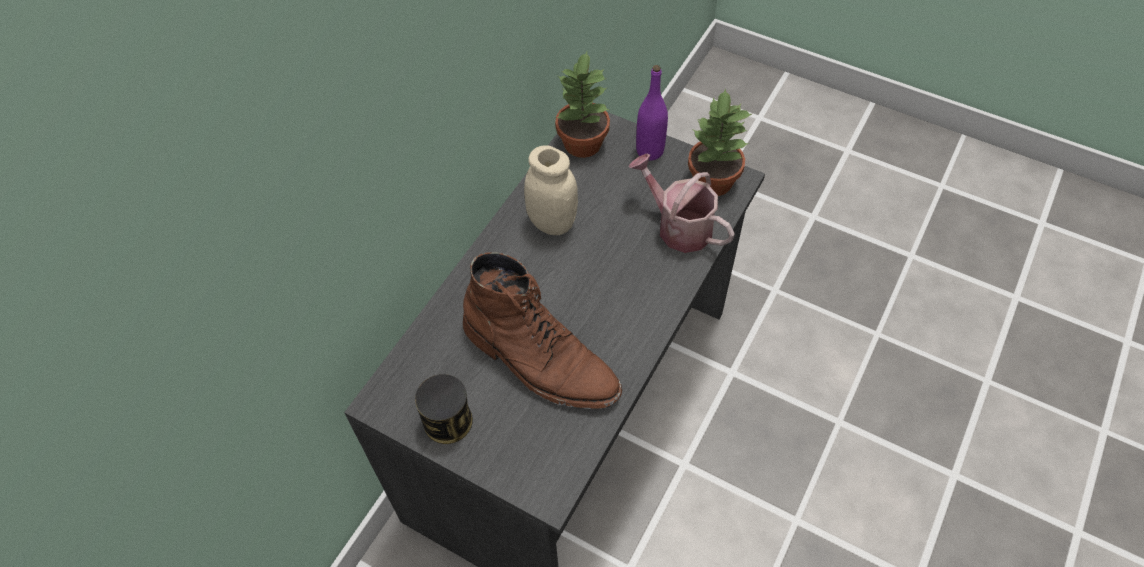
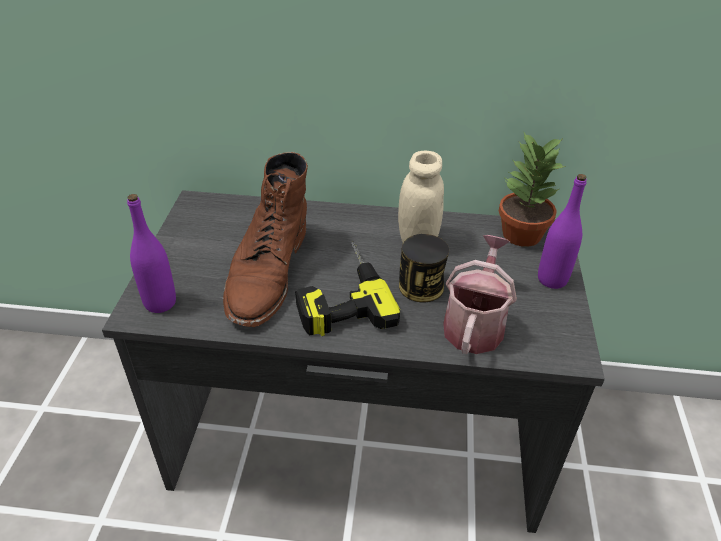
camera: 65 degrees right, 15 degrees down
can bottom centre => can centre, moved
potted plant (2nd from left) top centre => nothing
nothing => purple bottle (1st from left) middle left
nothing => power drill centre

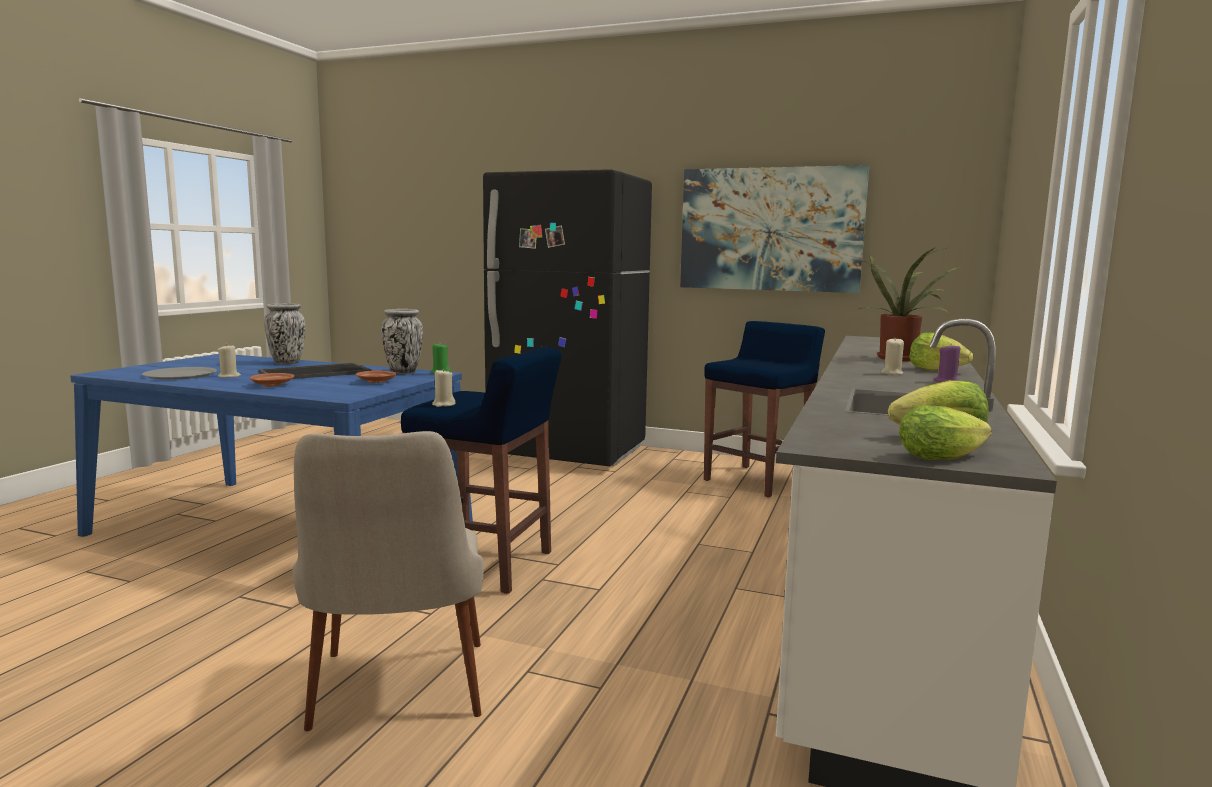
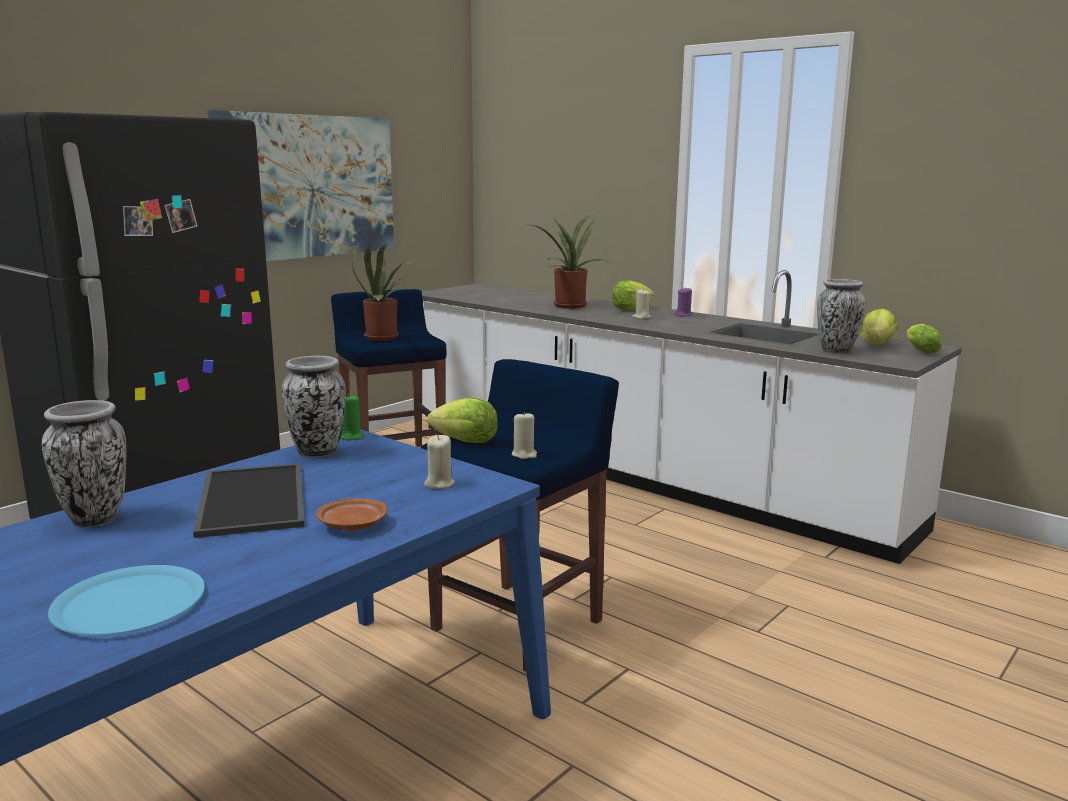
camera: 70 degrees left, 5 degrees up
grey plate middle left => blue plate bottom left
beige candle (1st from left) middle left => beige candle (1st from left) centre, moved
beige chair bottom left => nothing
brown plate (2nd from left) middle left => nothing
nothing => potted plant (1st from left) centre
nothing => lettuce (1st from left) centre
nothing => vase (3rd from left) middle right

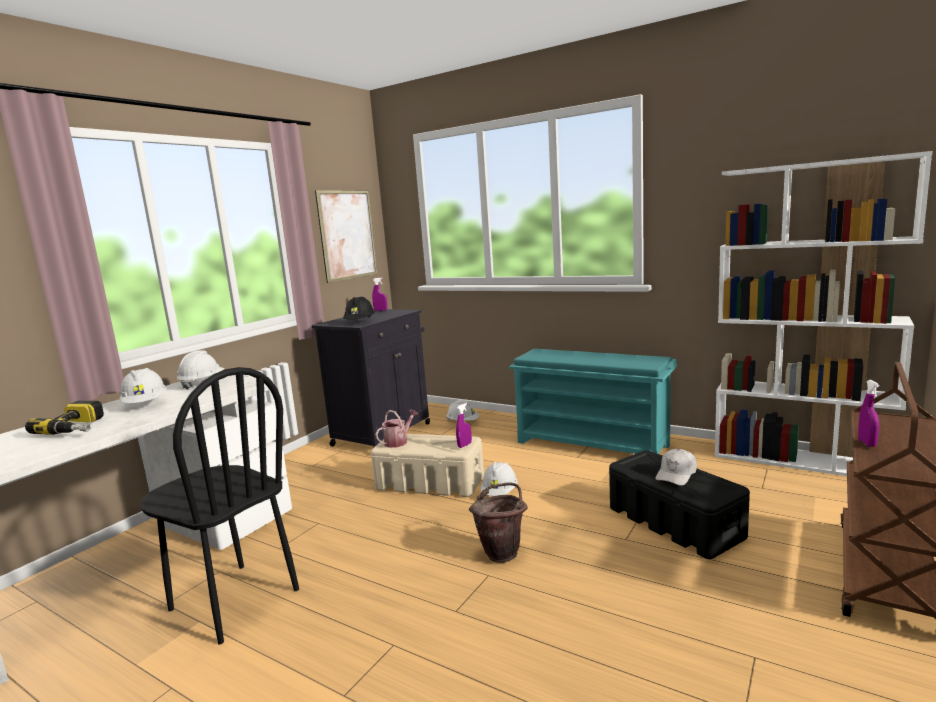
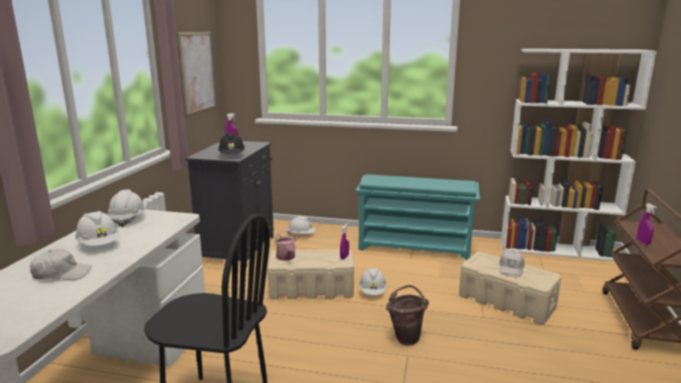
camera: 20 degrees left, 5 degrees up
power drill middle left => white cap (1st from left) bottom left
watering can centre, 135 degrees clockwise
black storage box bottom right => beige storage box (2nd from left) bottom right

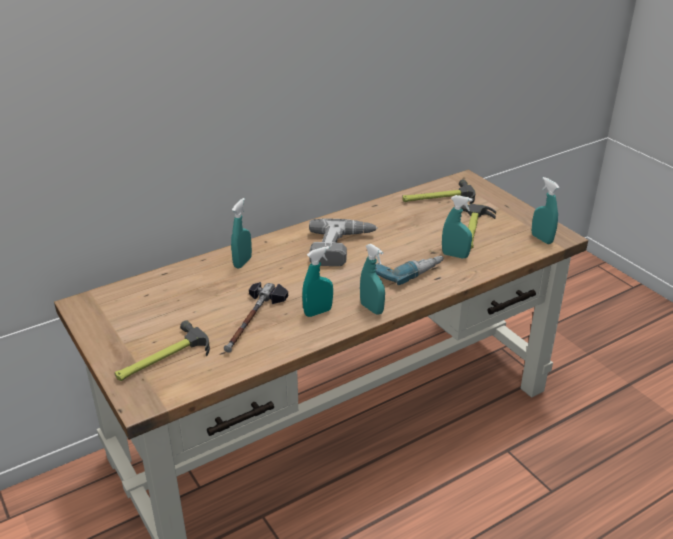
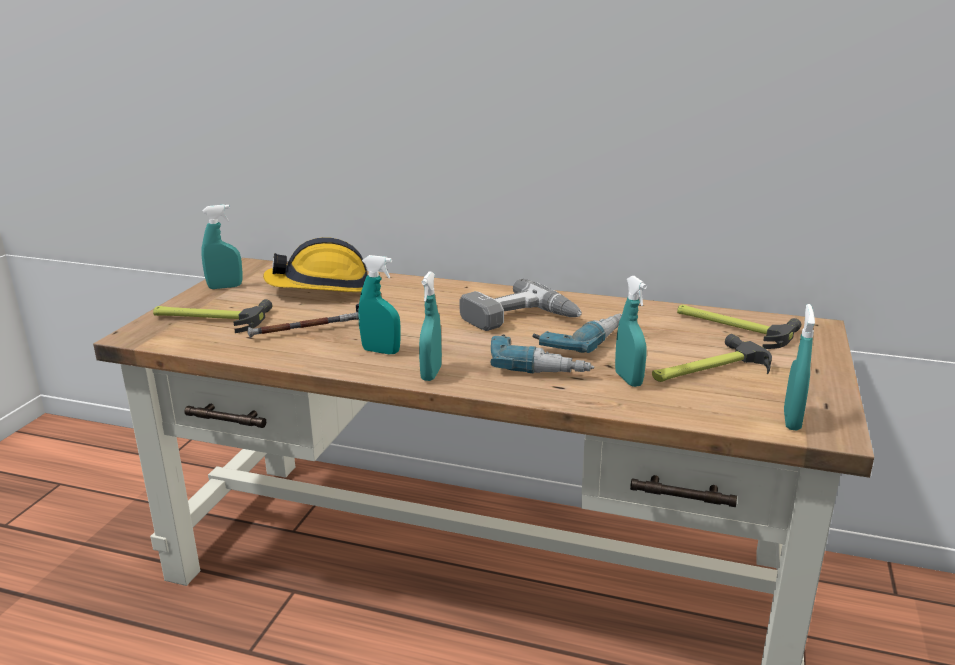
camera: 50 degrees right, 10 degrees down
turquoise spray bottle (1st from left) centre => turquoise spray bottle (1st from left) middle left, moved
nothing => hard hat middle left
nothing => power drill (3rd from left) centre

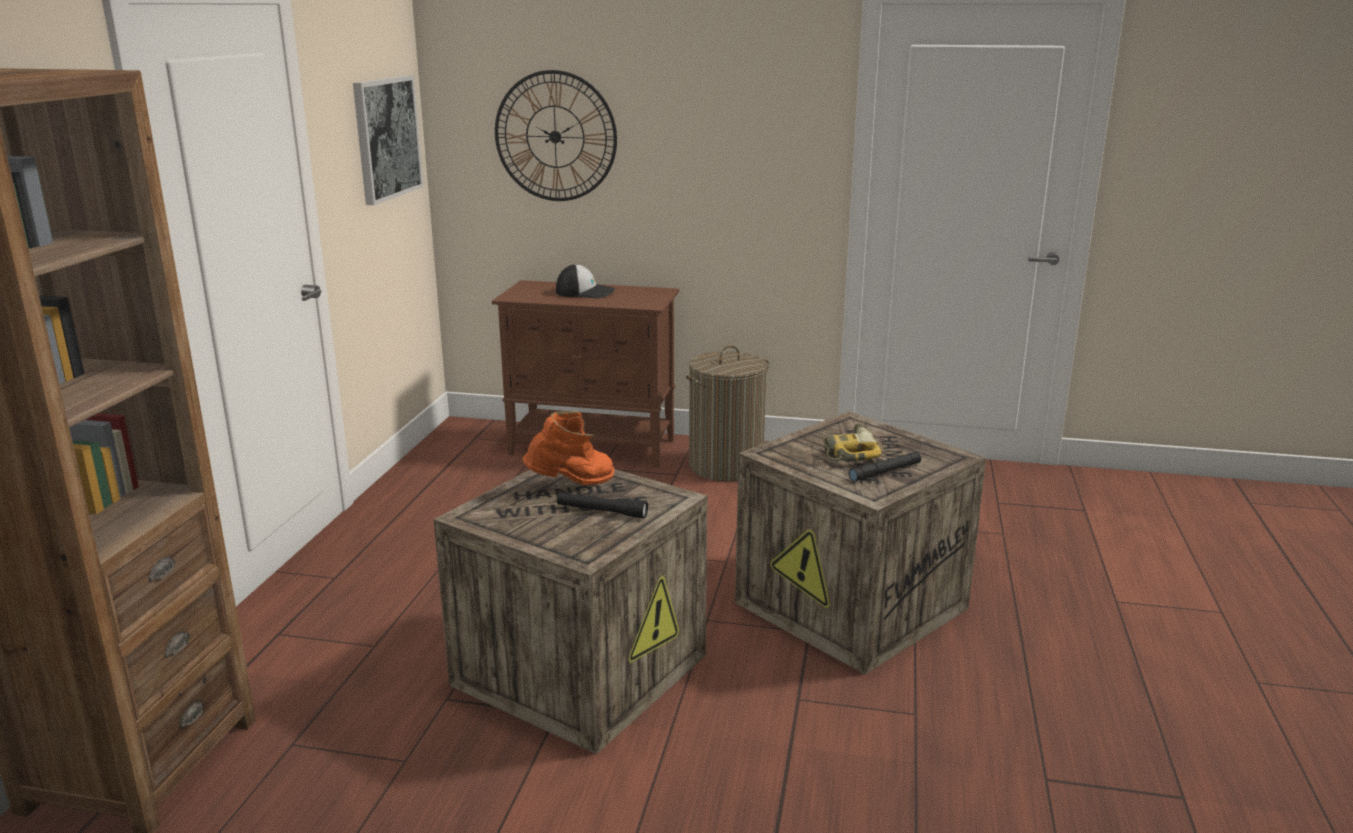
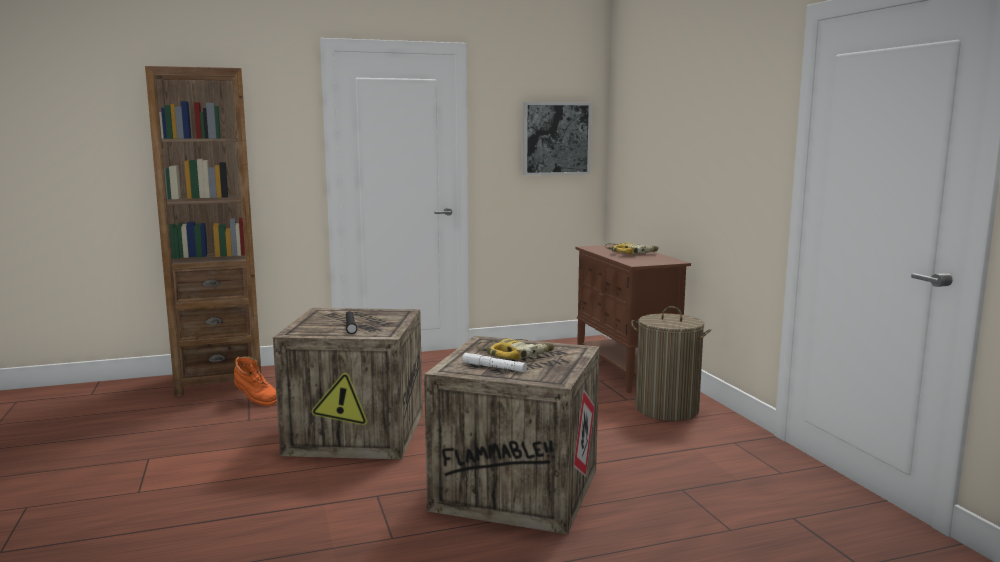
camera: 60 degrees right, 10 degrees down
wall clock top centre => nothing
orange boot centre => orange boot bottom left, moved
cap centre => power drill (2nd from left) centre
black flashlight (2nd from left) centre => white flashlight centre

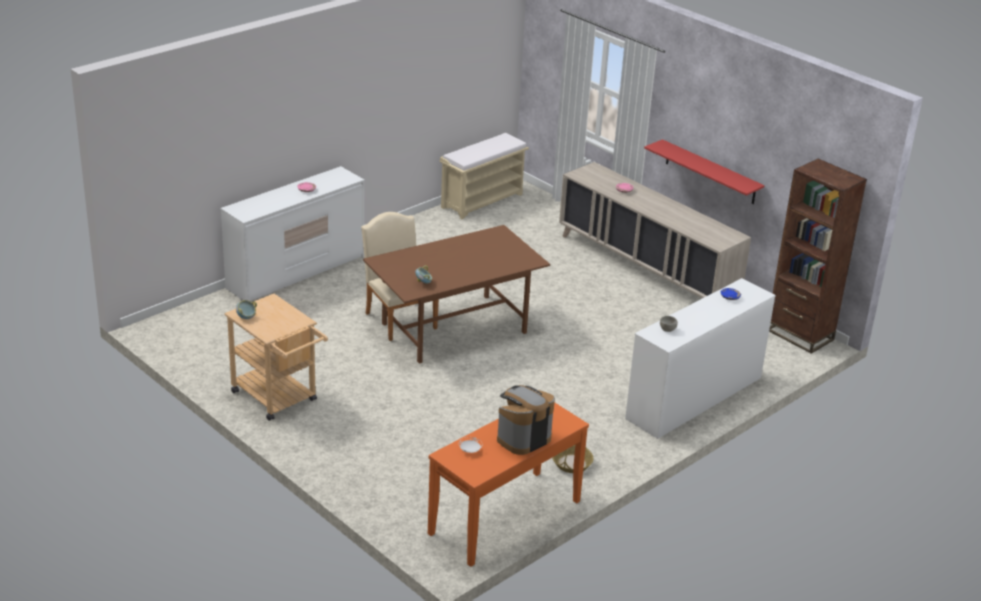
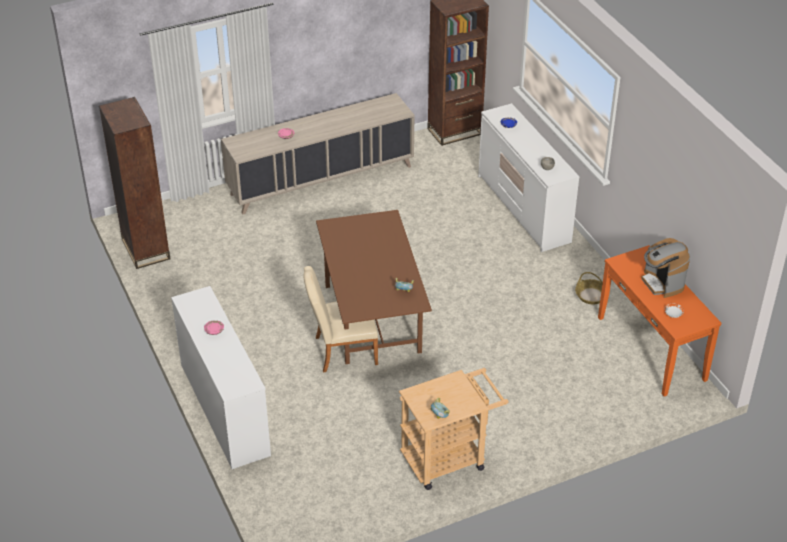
camera: 70 degrees left, 10 degrees up
beige bench top centre => brown bookcase (1st from left) middle left
red shelf top right => nothing

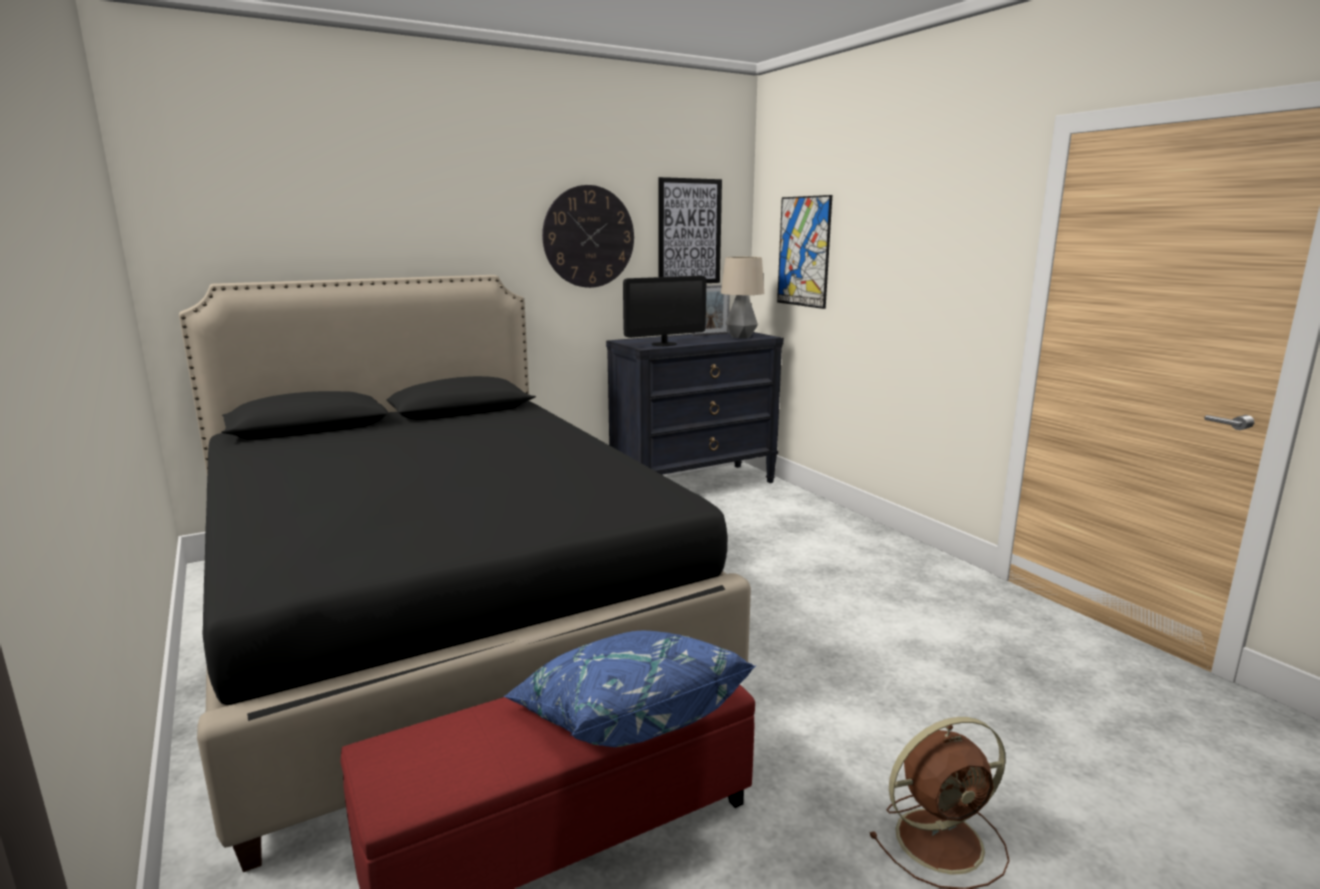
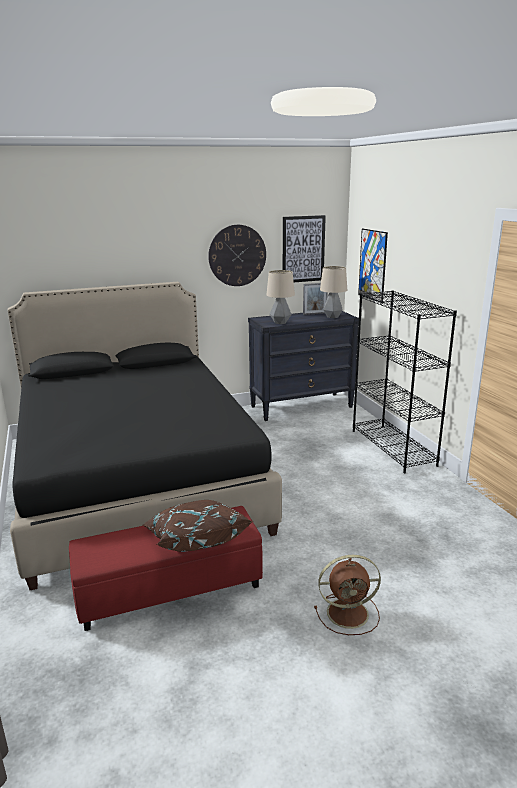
camera: 10 degrees right, 5 degrees up
blue pillow bottom centre => brown pillow bottom centre
monitor centre => table lamp (1st from left) centre
nothing => black bookcase middle right

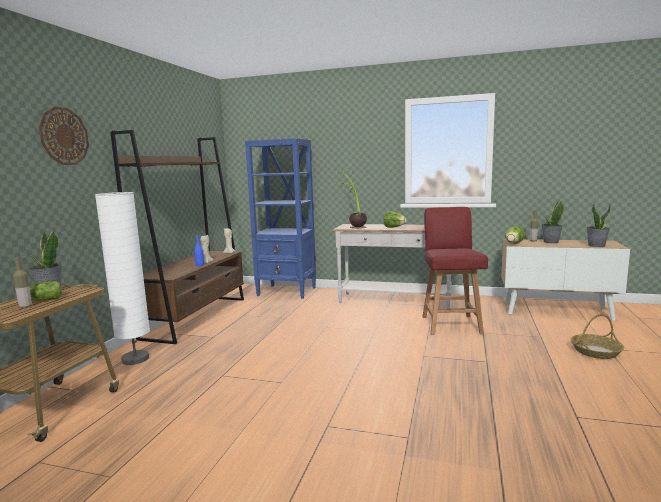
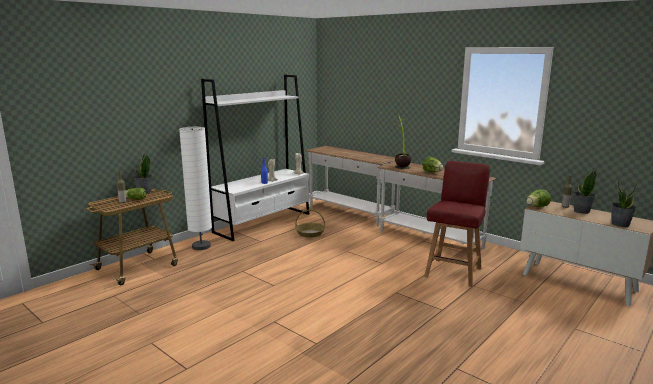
camera: 25 degrees right, 5 degrees up
wall clock top left => nothing
brown bookcase middle left => white bookcase centre
blue bookcase centre => white console table (1st from left) centre
basket bottom right => basket centre, moved

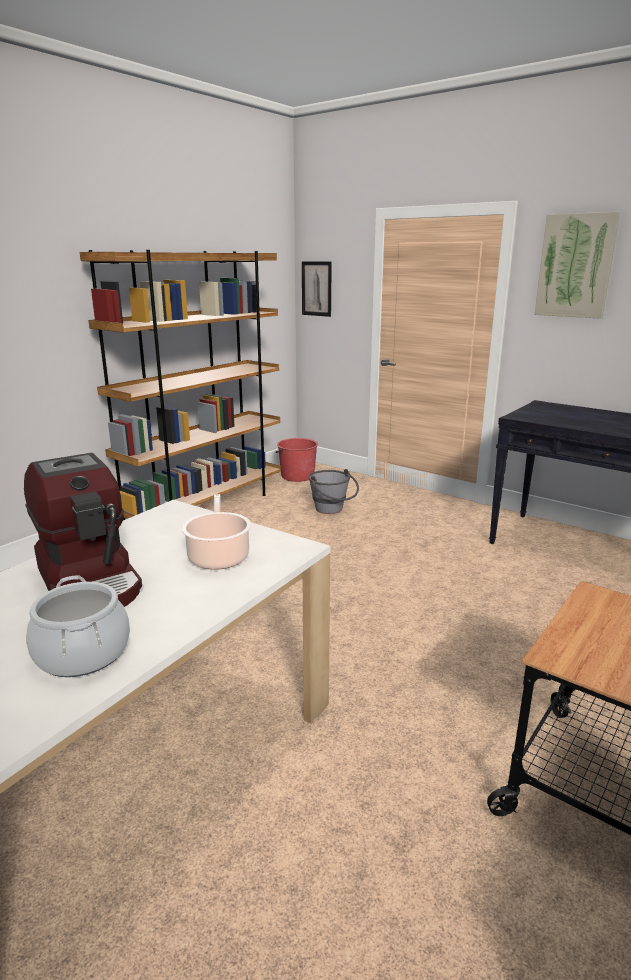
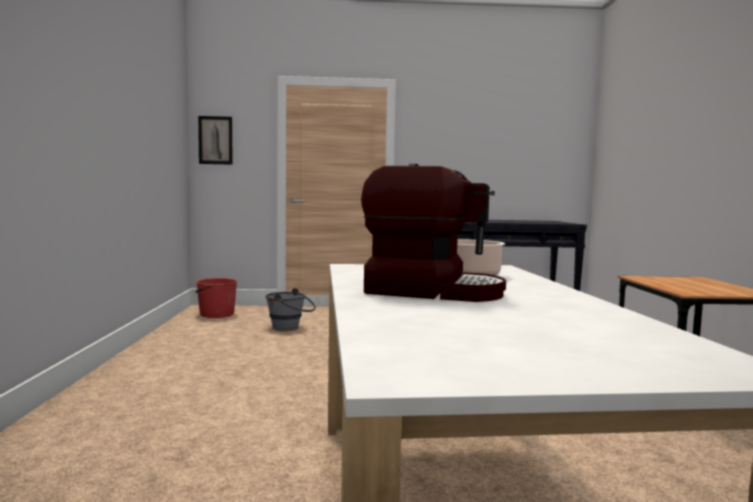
camera: 40 degrees left, 15 degrees down
cooking pot (1st from left) middle left => nothing
brown bookcase middle left => nothing
picture (2nd from left) top right => nothing

